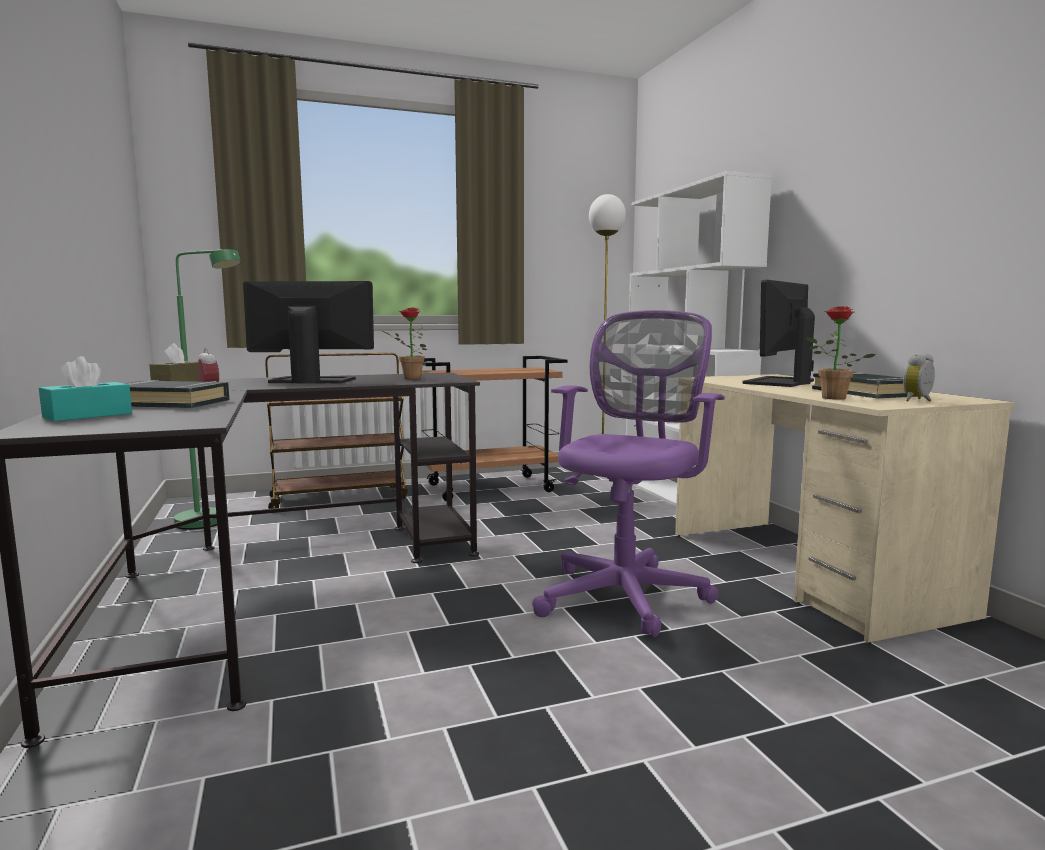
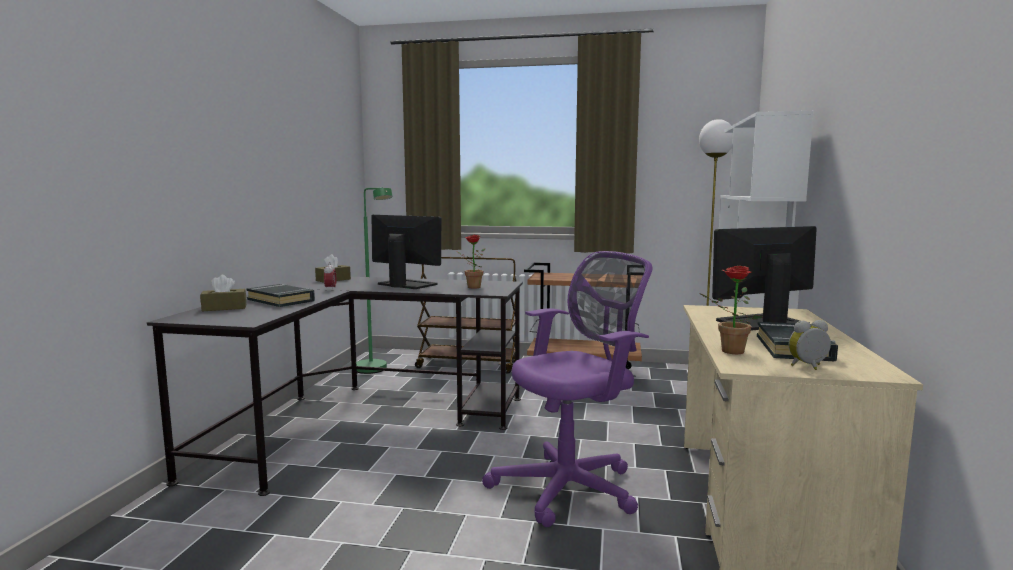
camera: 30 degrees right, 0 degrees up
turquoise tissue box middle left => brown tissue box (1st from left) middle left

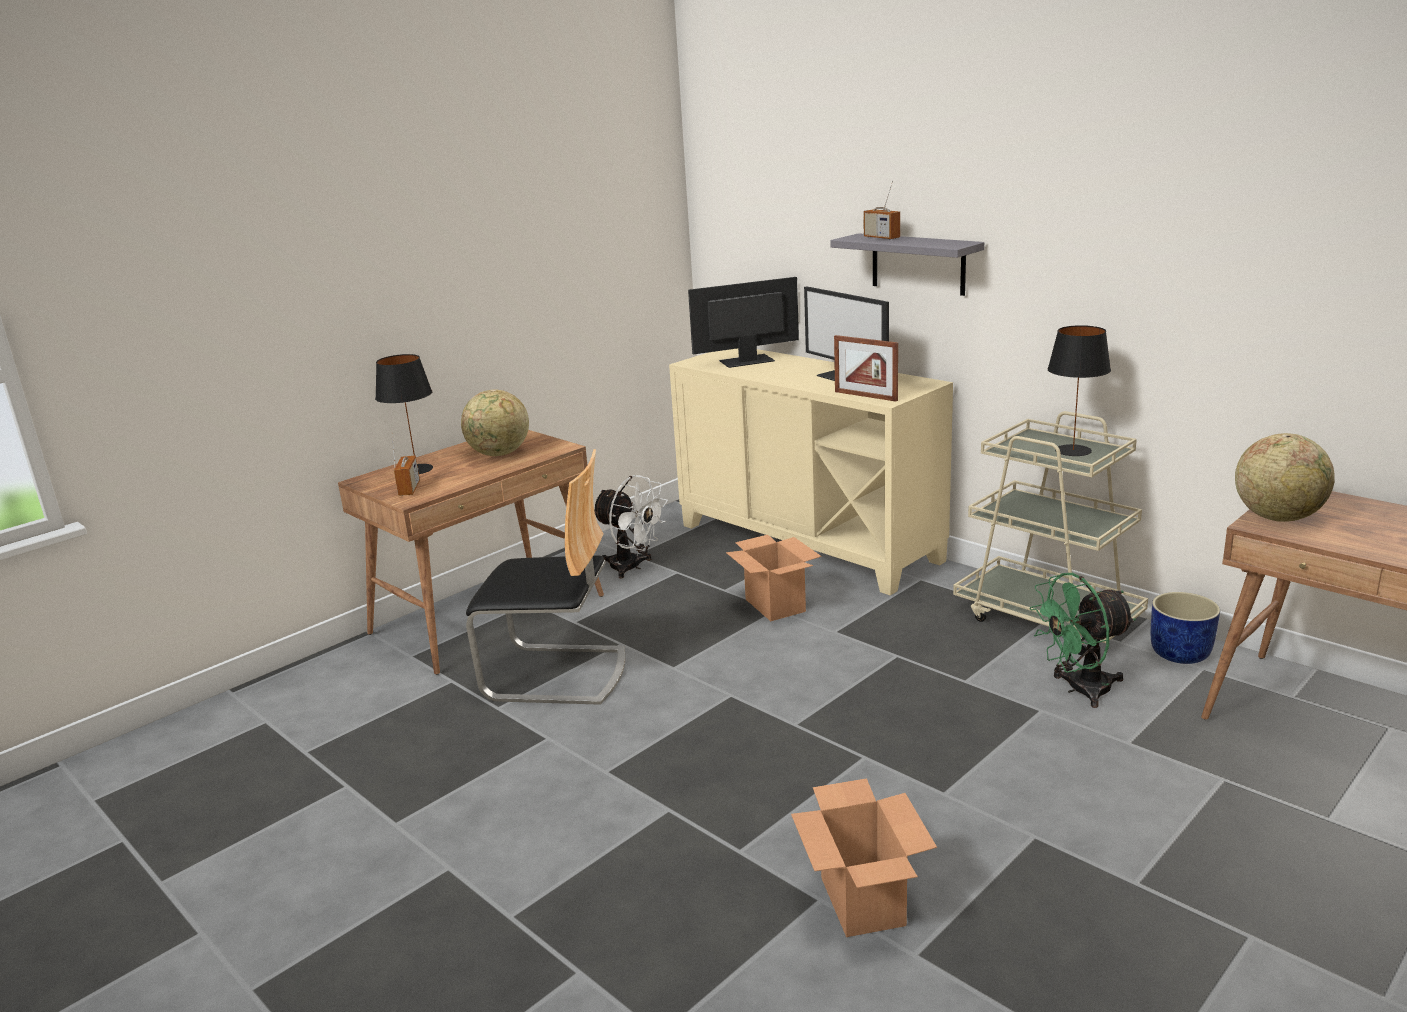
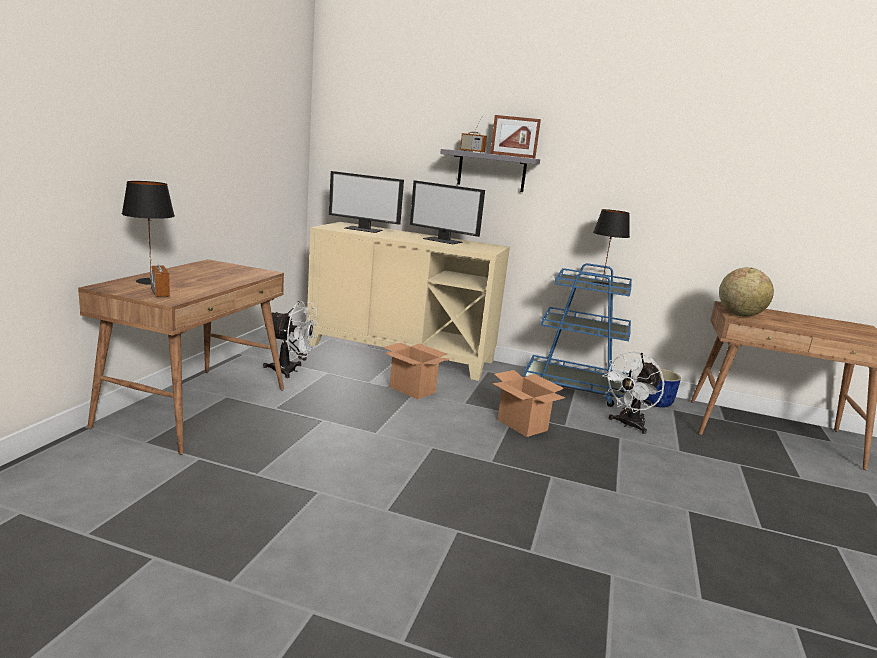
camera: 30 degrees left, 5 degrees down
globe (1st from left) centre => nothing
chair centre => nothing
monitor (1st from left) top centre, 120 degrees counterclockwise
cardboard box (2nd from left) bottom centre => cardboard box (2nd from left) centre, moved
picture frame centre => picture frame top centre, moved
beige cart middle right => blue cart centre
green fan middle right => white fan (2nd from left) middle right

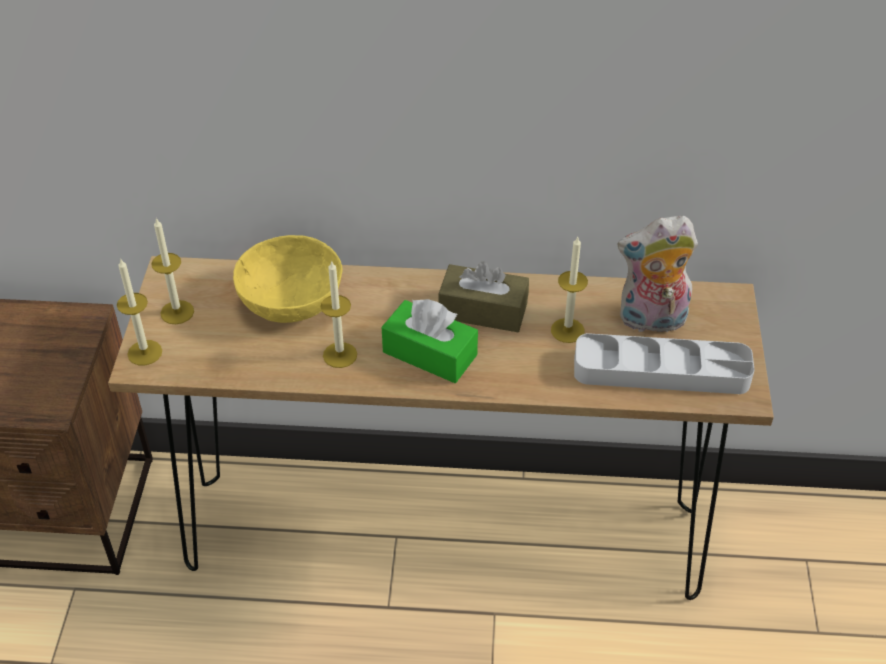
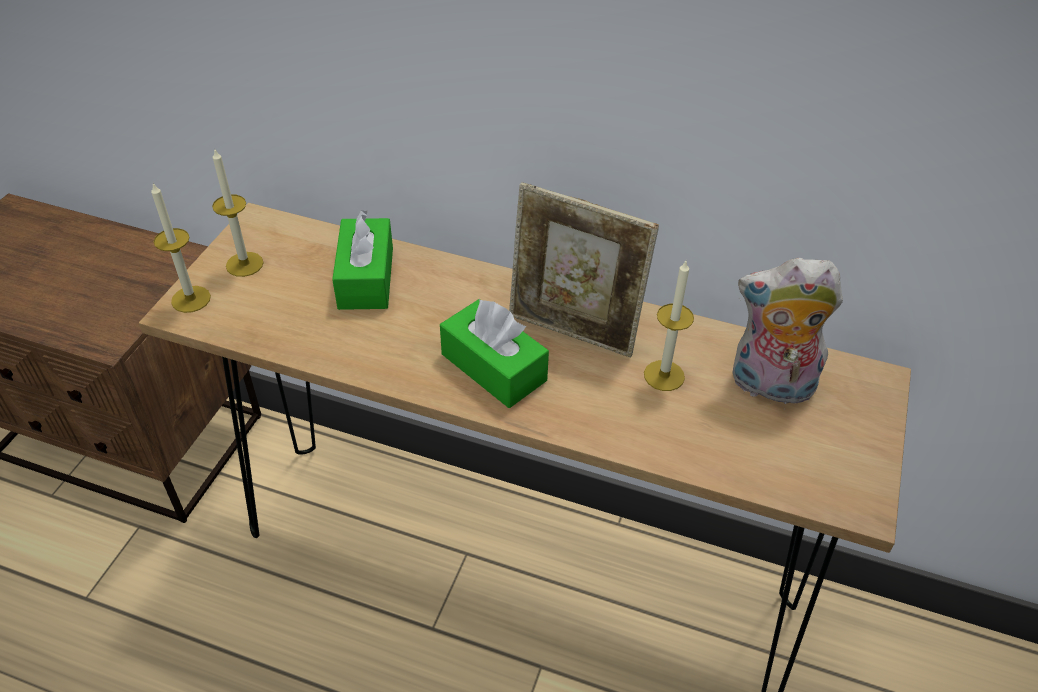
camera: 15 degrees right, 0 degrees up
yellow bowl middle left => green tissue box (1st from left) centre
candle (3rd from left) centre => nothing
brown tissue box centre => picture frame centre
grey tray middle right => nothing

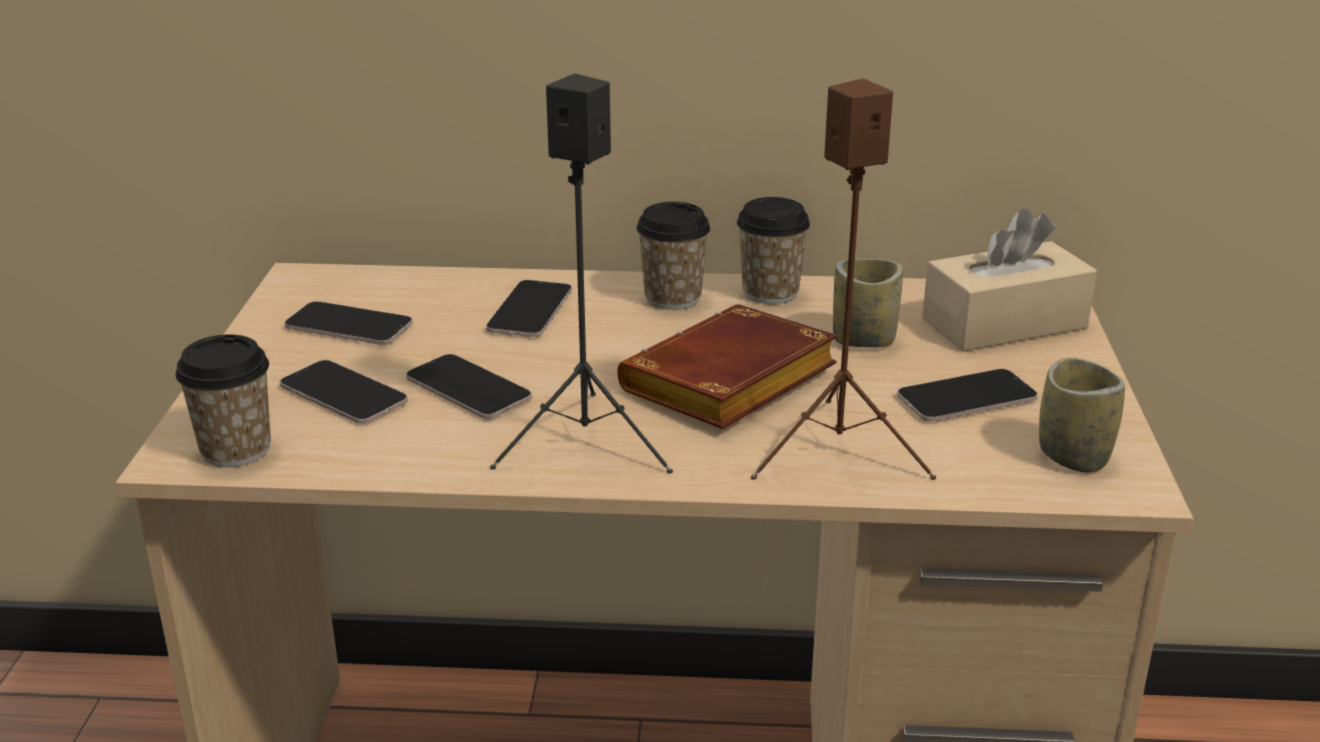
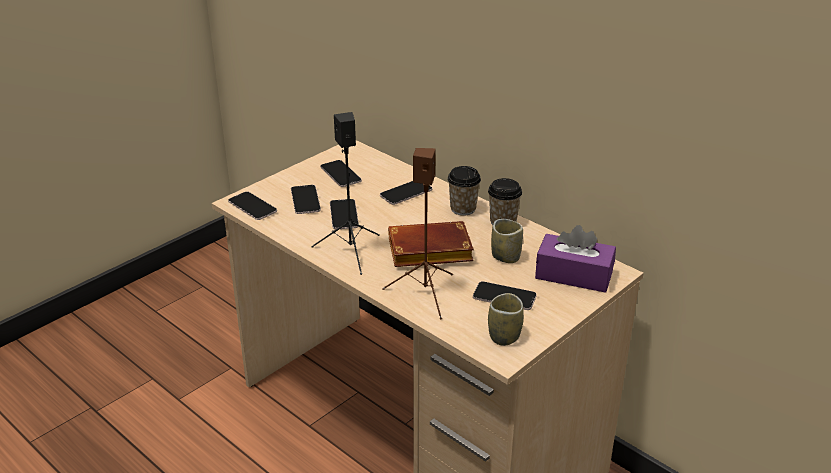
camera: 40 degrees right, 5 degrees up
cup (1st from left) middle left => phone (1st from left) middle left
beige tissue box middle right => purple tissue box middle right

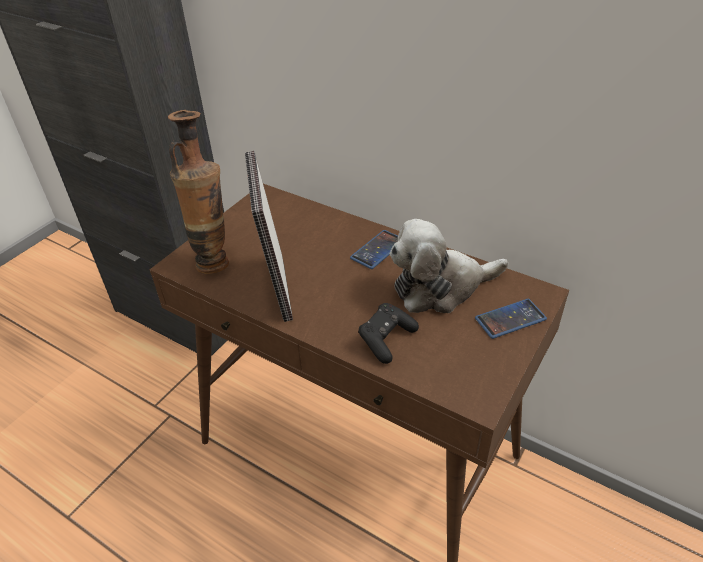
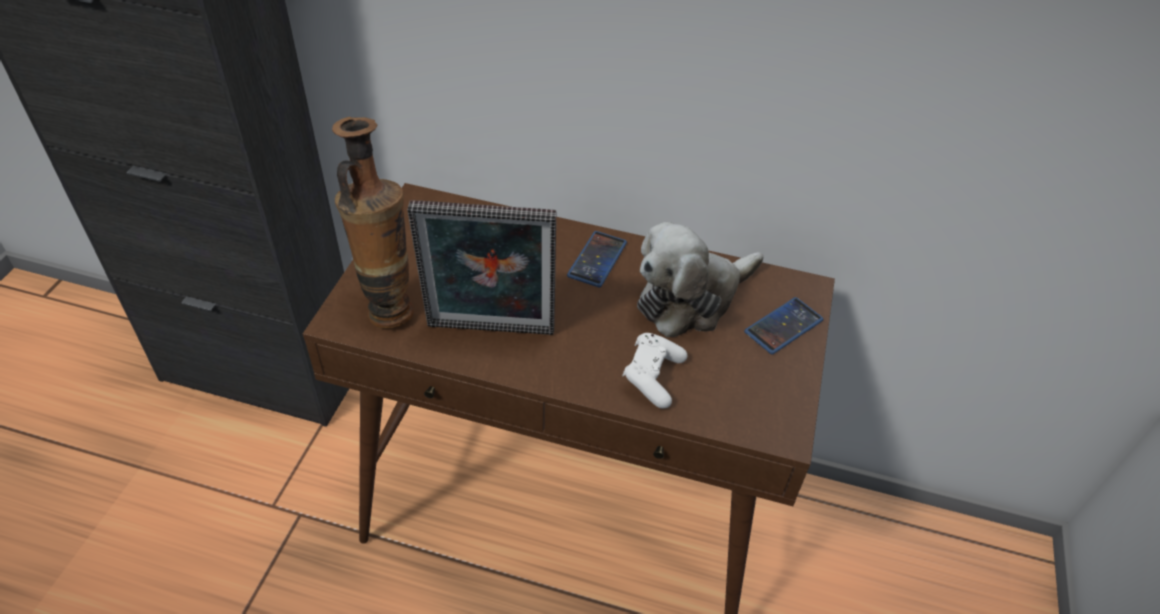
camera: 20 degrees left, 5 degrees up
picture frame centre, 60 degrees counterclockwise
black game controller centre => white game controller centre

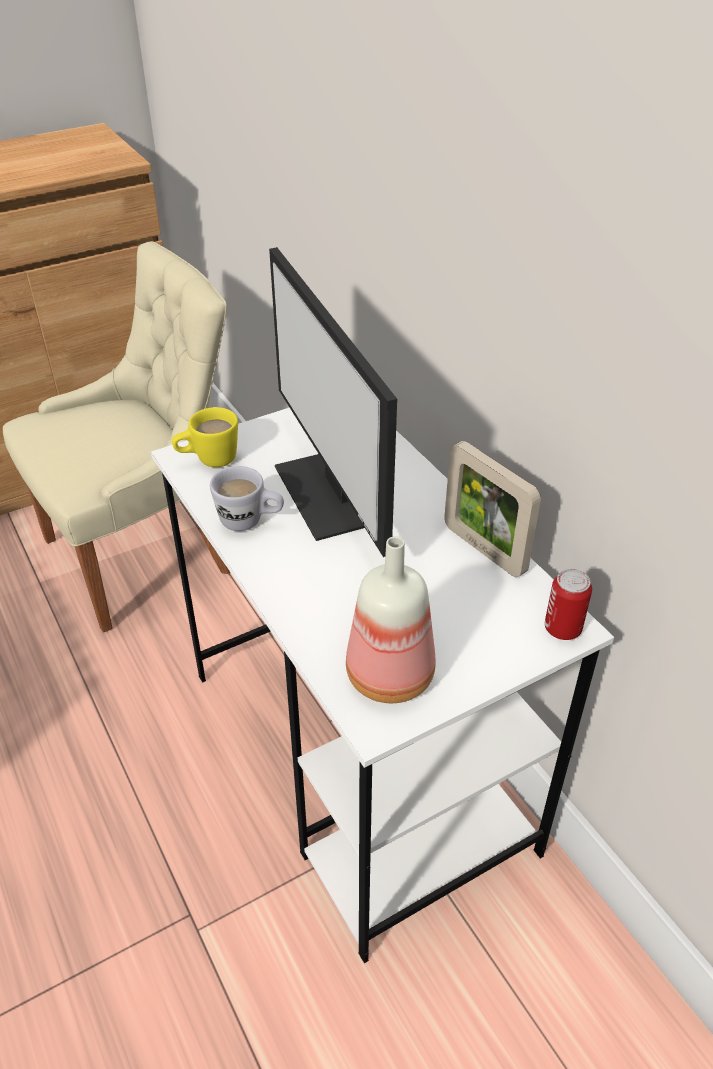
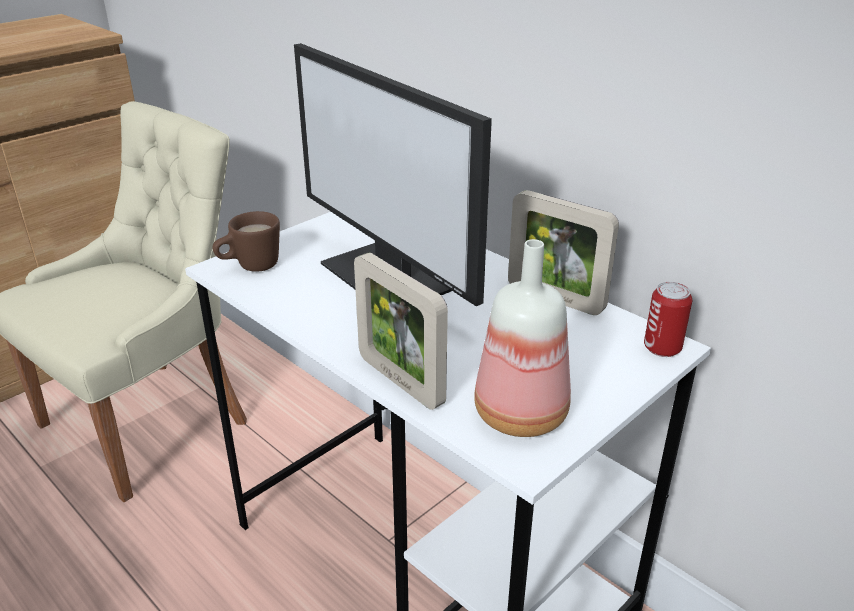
camera: 15 degrees left, 10 degrees down
yellow mug middle left => brown mug middle left
white mug centre => nothing
nothing => picture frame (1st from left) centre

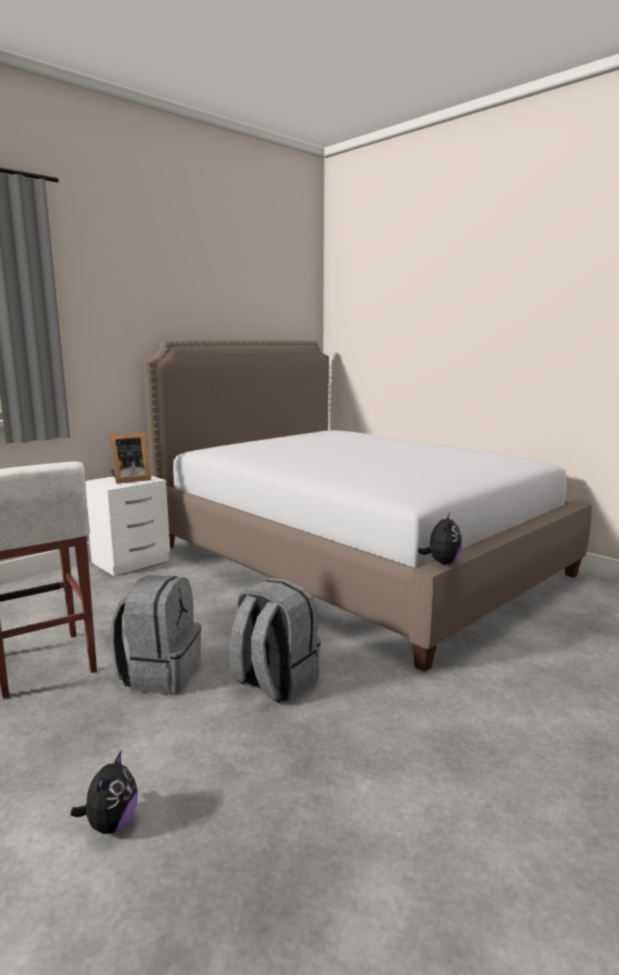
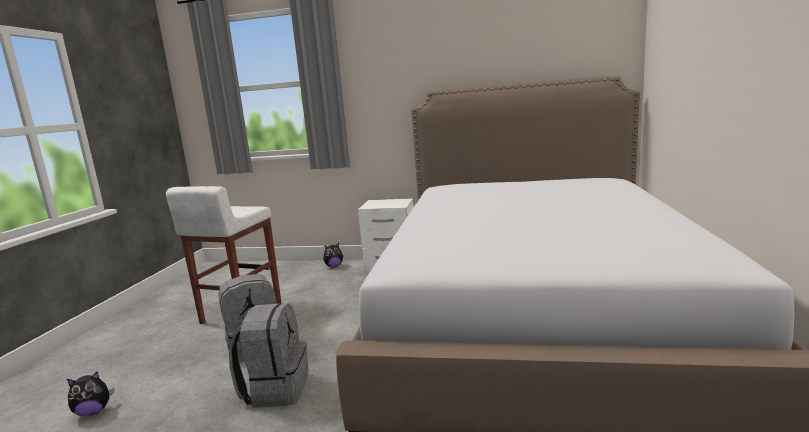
camera: 55 degrees right, 0 degrees up
picture frame middle left => nothing
plush toy (2nd from left) middle right => plush toy (2nd from left) centre, moved

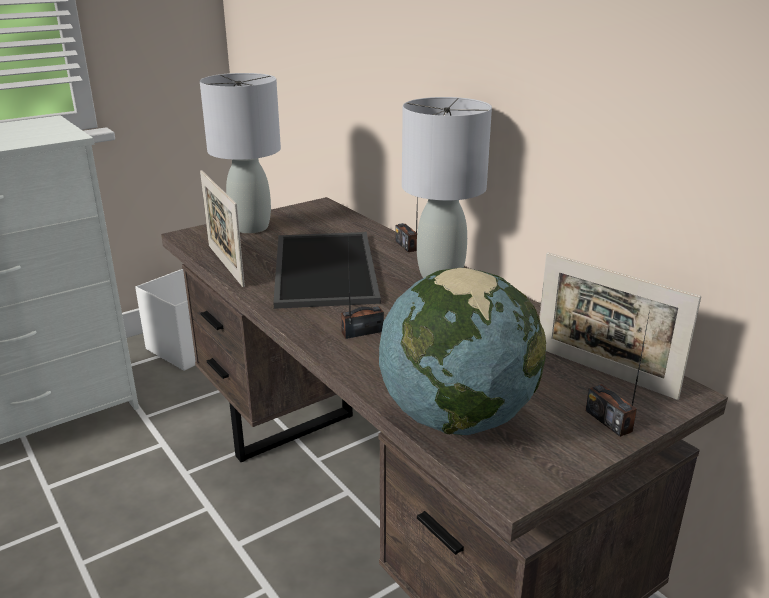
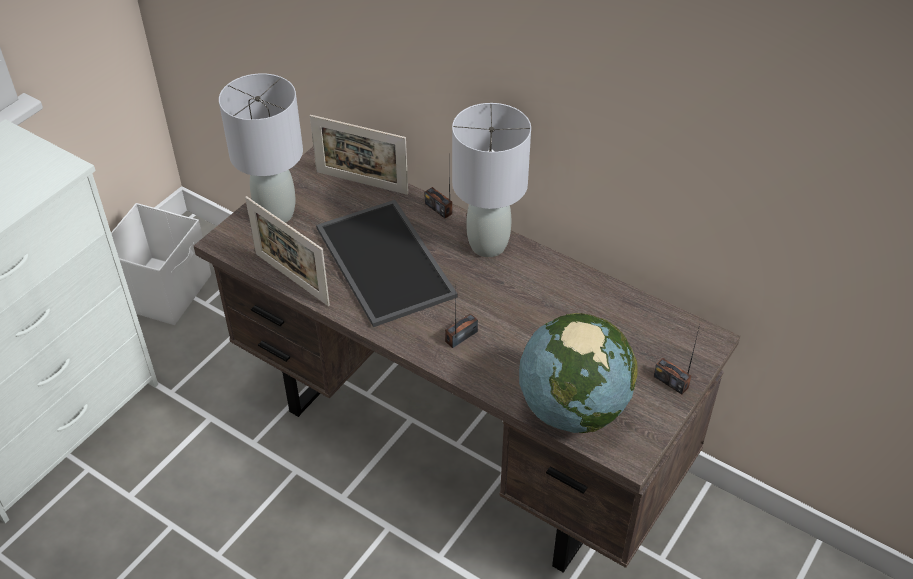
camera: 20 degrees left, 20 degrees up
picture frame (2nd from left) middle right => picture frame (2nd from left) top centre, moved

